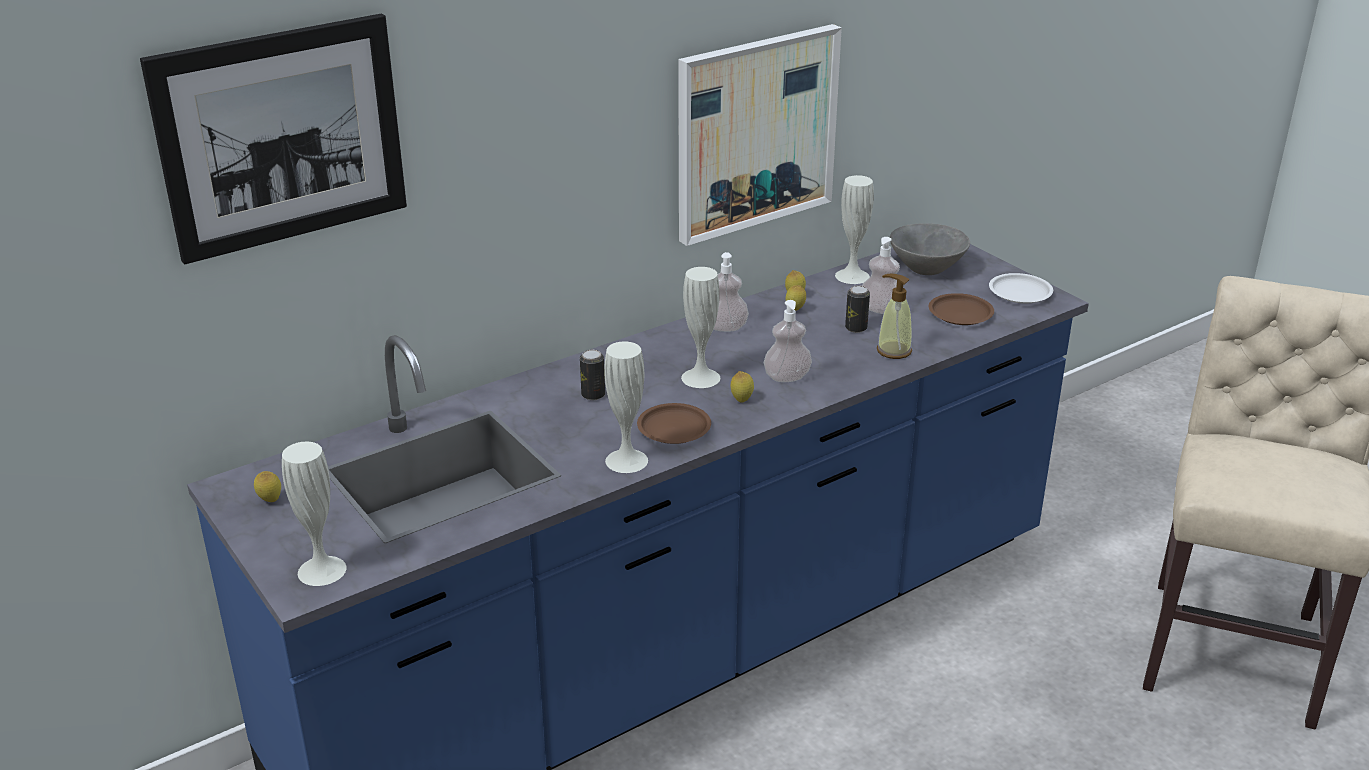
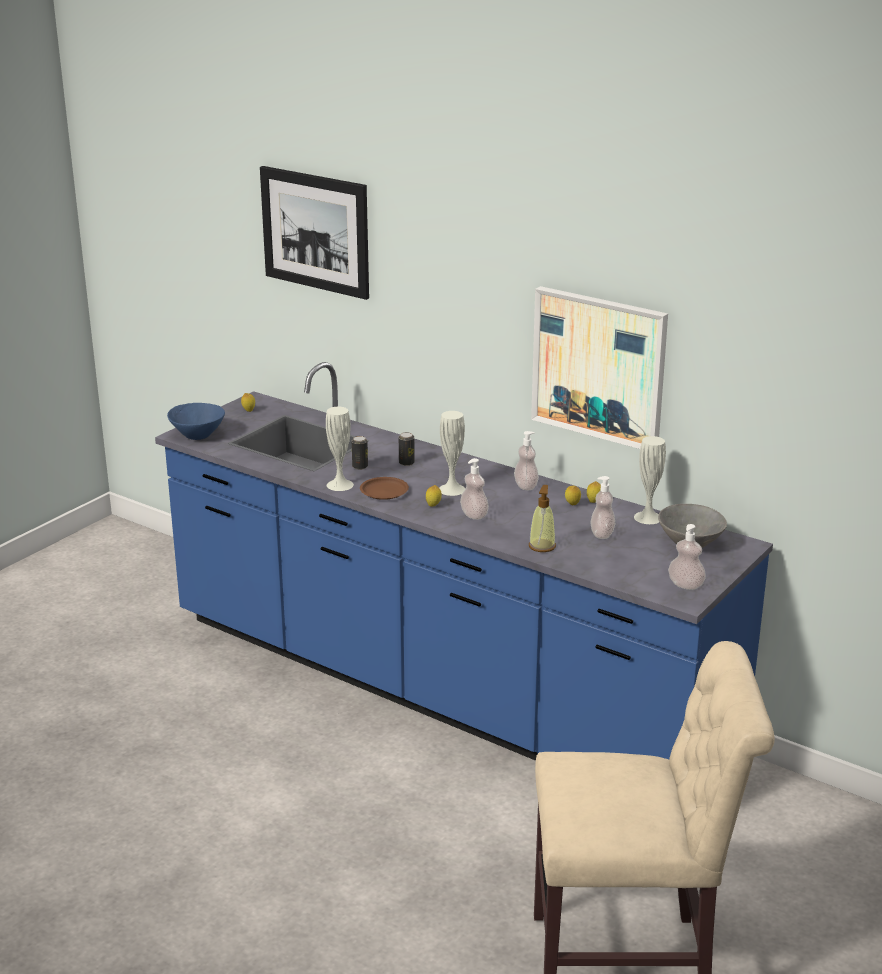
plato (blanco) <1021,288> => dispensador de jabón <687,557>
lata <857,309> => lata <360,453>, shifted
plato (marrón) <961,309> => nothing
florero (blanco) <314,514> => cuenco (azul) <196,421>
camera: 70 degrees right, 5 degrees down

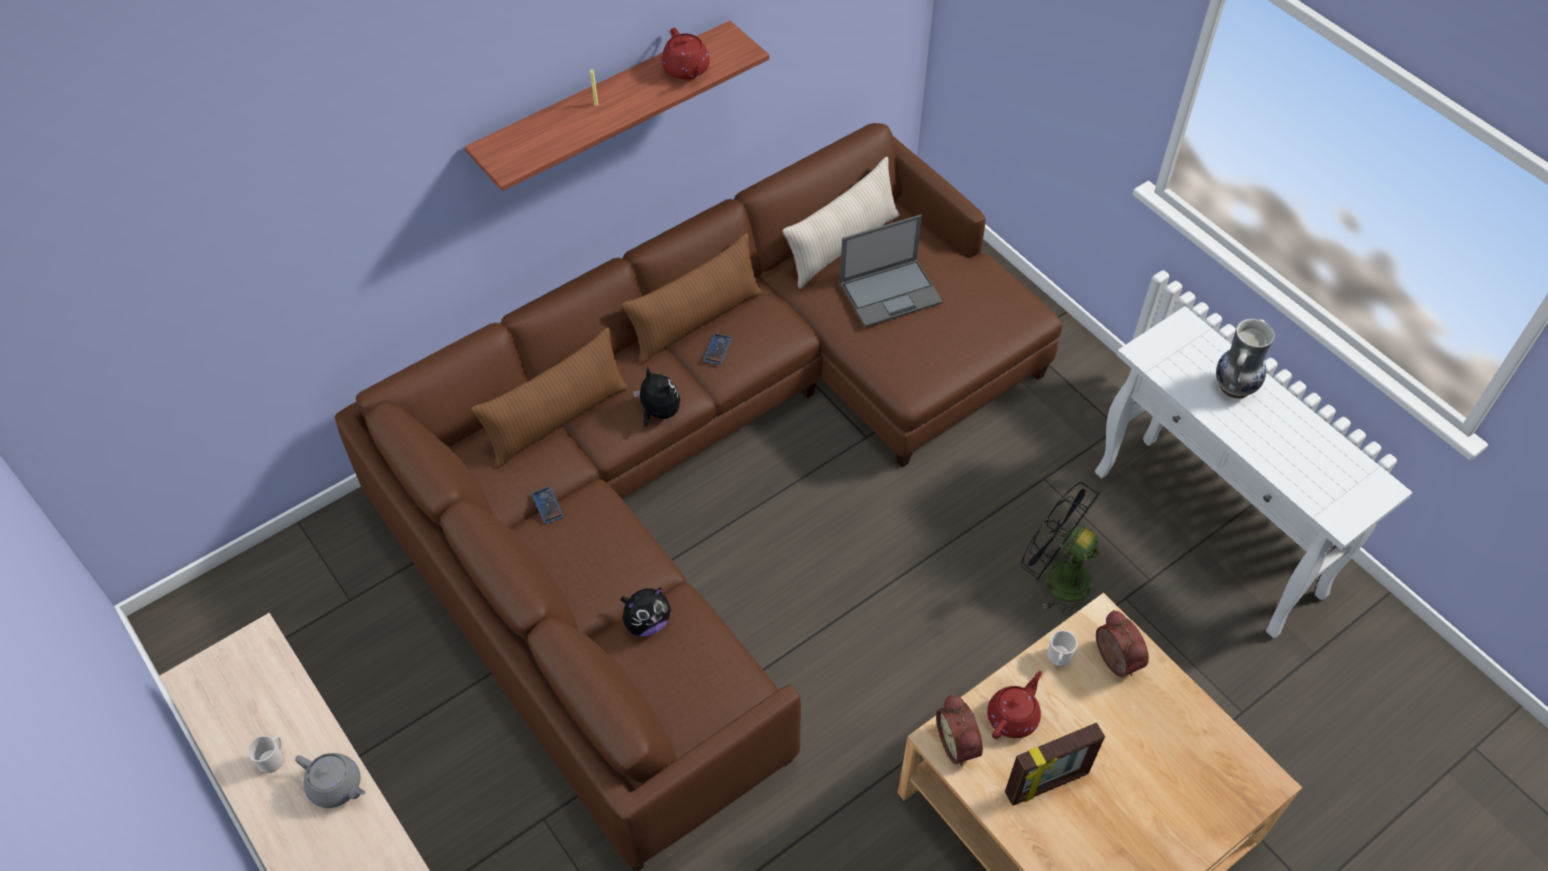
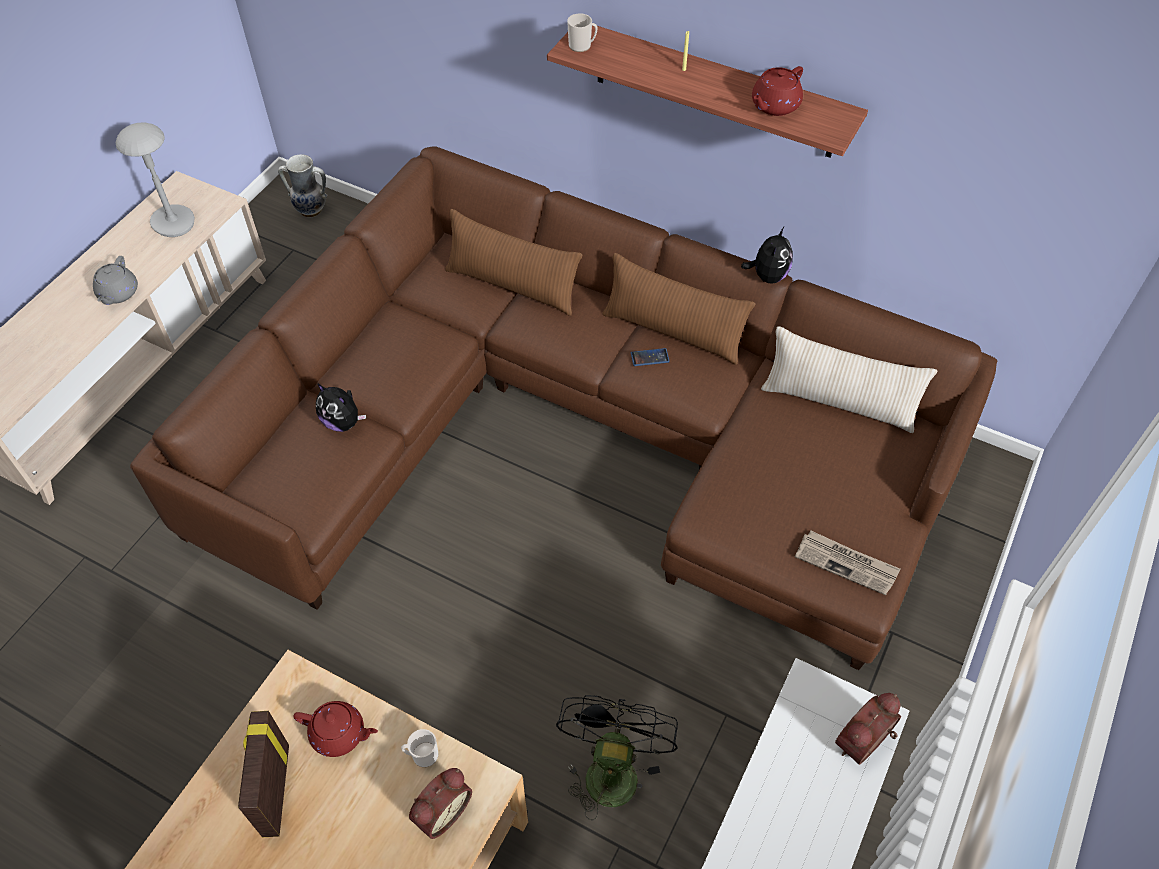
portátil <891,270> => nothing
florero <1245,358> => florero <302,185>, shifted
peluche <656,396> => peluche <767,255>, shifted
móvil <548,505> => nothing
despertador <959,730> => despertador <868,729>, shifted
portarretratos <1055,764> => portarretratos <263,774>, 45 degrees clockwise
taza grande <265,754> => taza grande <582,32>, shifted
nothing => lámpara de mesa (gris) <155,179>
nothing => periódico <847,563>
camera: 65 degrees right, 0 degrees up

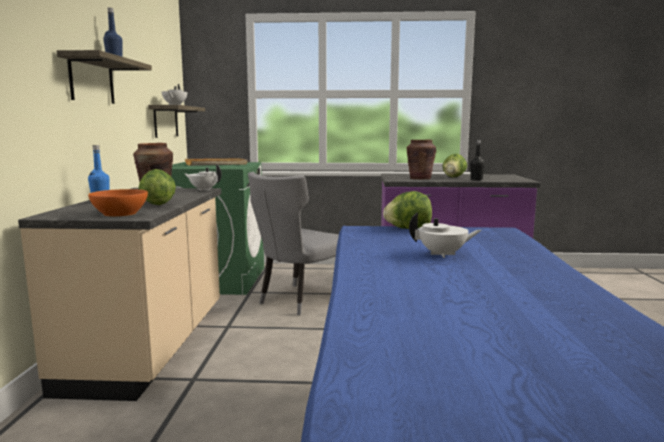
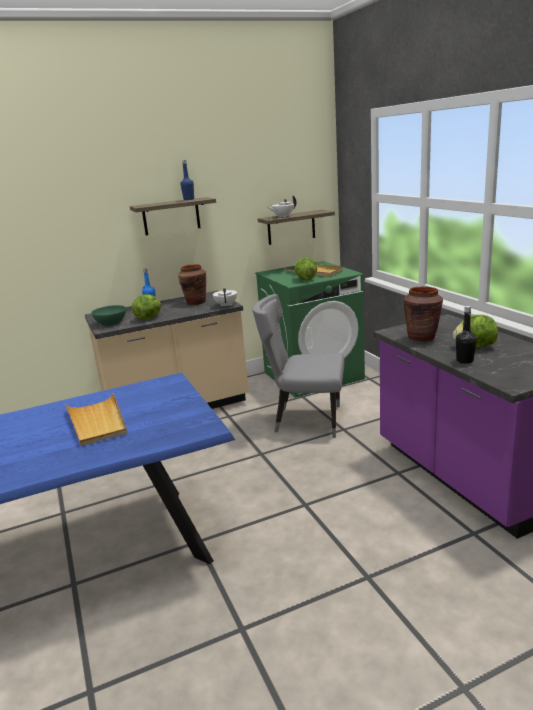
cuenco (naranja) <118,203> => cuenco (verde) <108,315>
lechuga <407,210> => lechuga <305,268>, shifted
tetera (blanco) <445,235> => bandeja (beis) <96,419>
camera: 65 degrees right, 10 degrees up

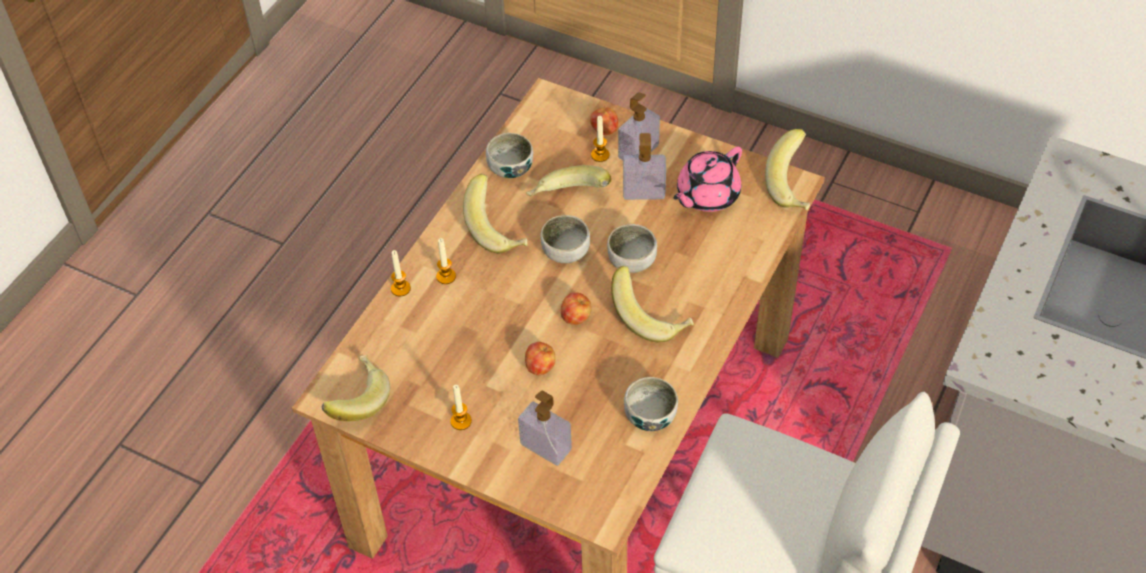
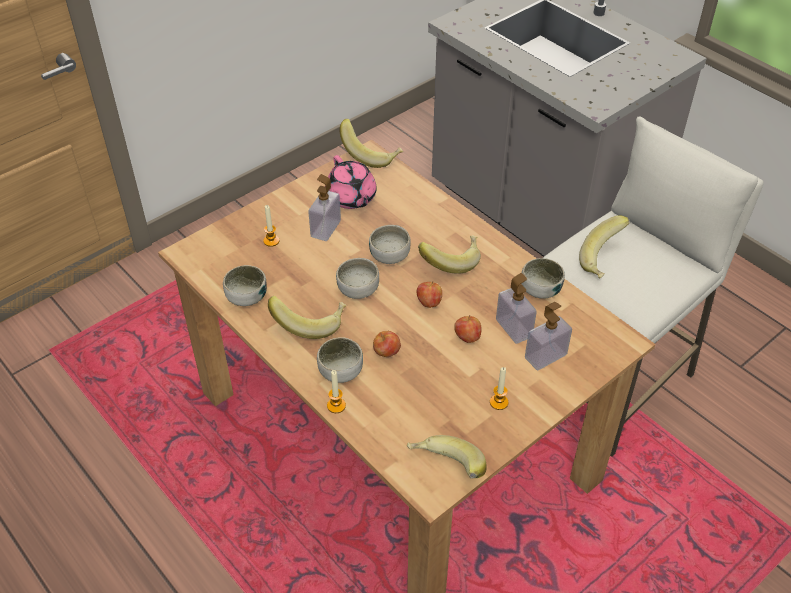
dispensador de jabón <639,126> => dispensador de jabón <516,308>, shifted
manzana <604,120> => manzana <387,344>, shifted
plátano <569,180> => plátano <604,246>, shifted
vela <446,261> => cuenco <340,360>
camera: 70 degrees left, 5 degrees down

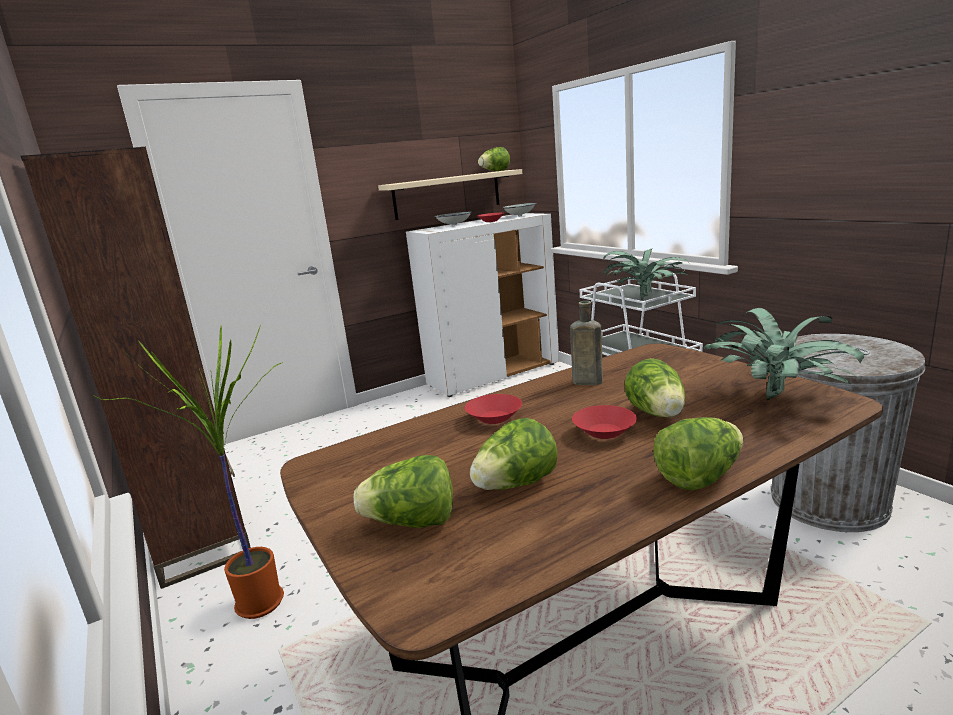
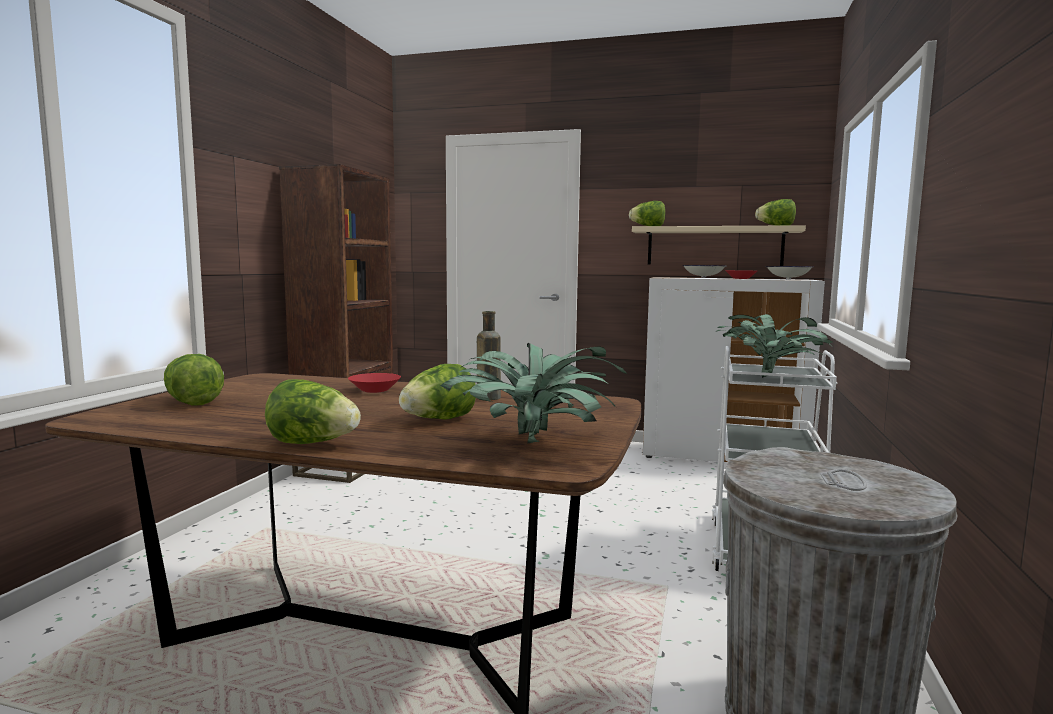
planta en maceta <188,471> => nothing
cuenco (rojo) <604,422> => nothing
lechuga <514,454> => lechuga <647,213>, shifted
camera: 45 degrees right, 10 degrees down

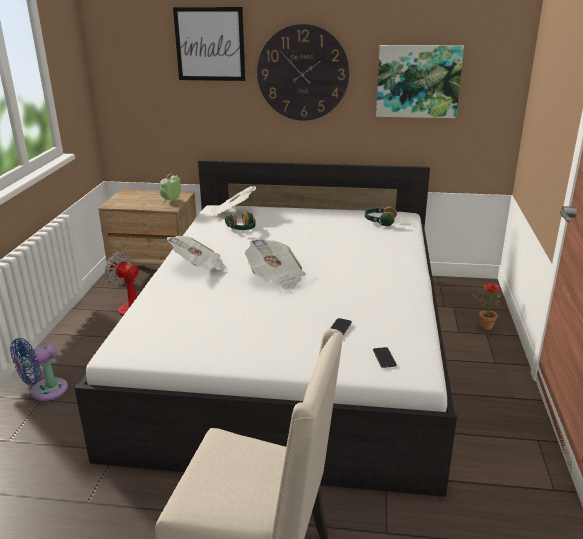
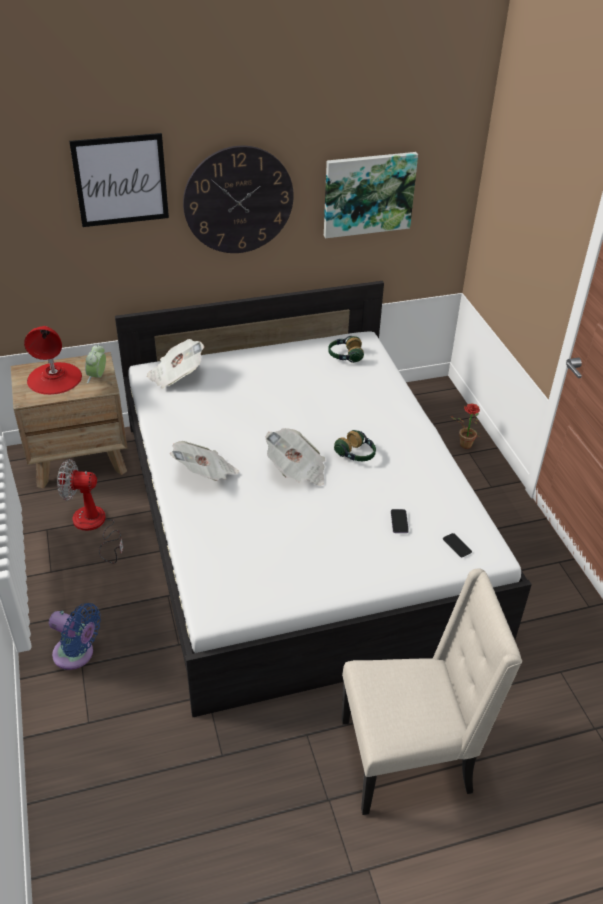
auriculares <240,221> => auriculares <355,445>, shifted
ventilador (azul) <39,369> => ventilador (azul) <75,636>, 90 degrees counterclockwise
nothing => lámpara de mesa (rojo) <53,360>
camera: 25 degrees left, 15 degrees up

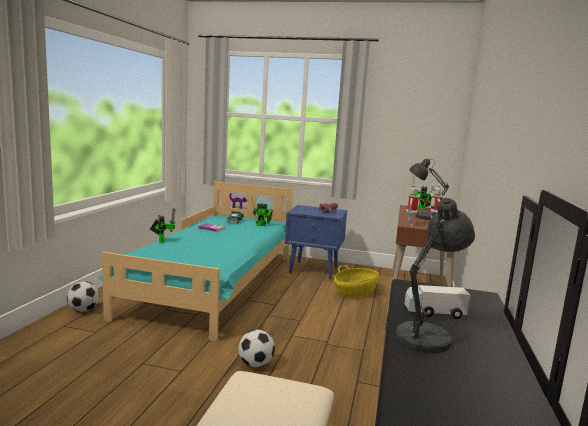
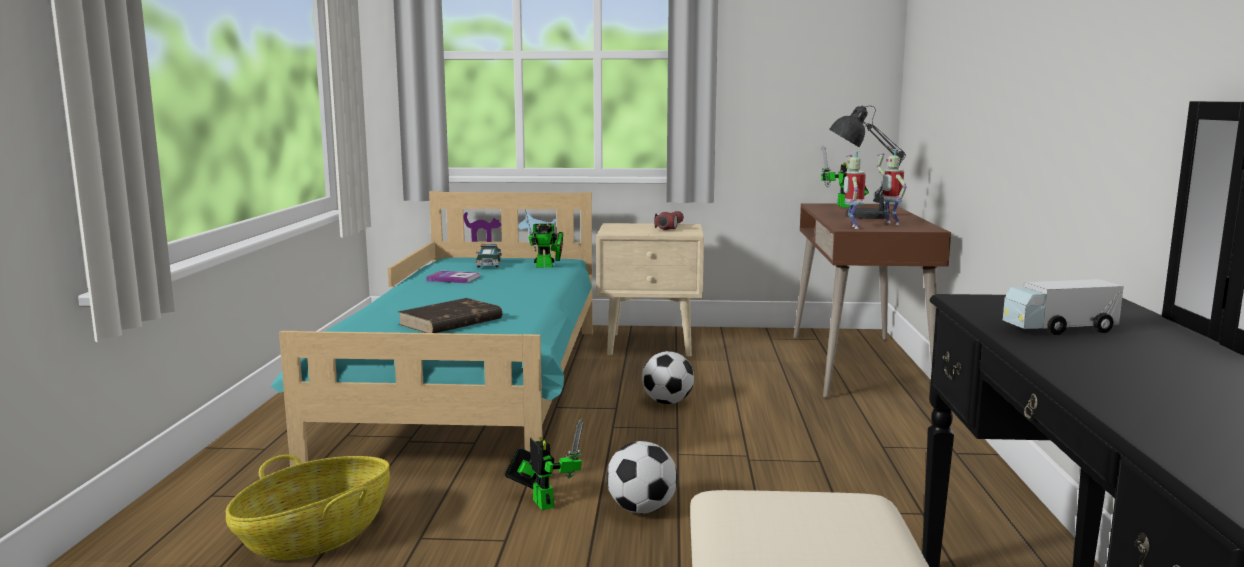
lámpara de mesa (gris) <435,280> => nothing
mesita de noche (azul) <316,242> => mesita de noche (beis) <650,289>
robot de juguete <163,225> => robot de juguete <544,464>, shifted
cesta <356,281> => cesta <308,507>, shifted
balón de fútbol <83,296> => balón de fútbol <668,377>, shifted
nothing => libro (marrón) <450,315>
camera: 10 degrees left, 0 degrees up

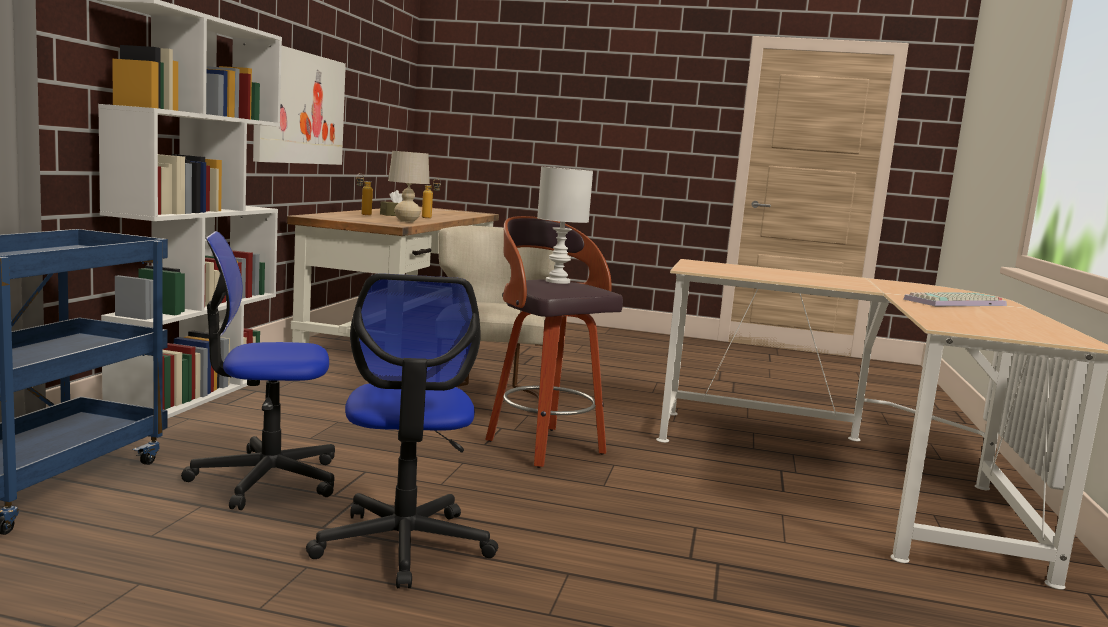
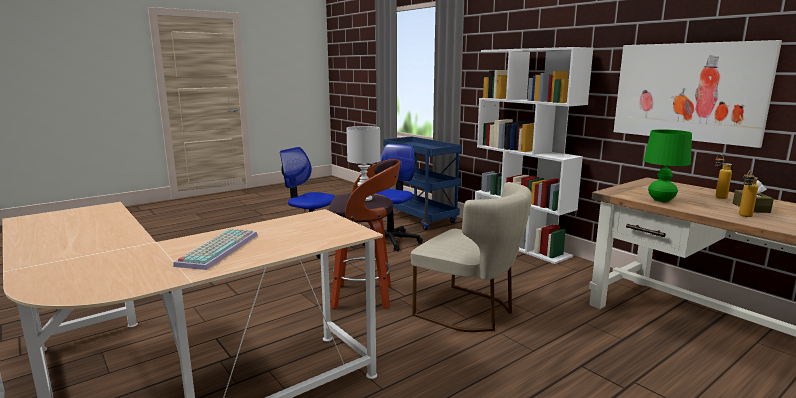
lámpara de mesa (beis) <409,186> => lámpara de mesa (verde) <668,165>
teclado <955,299> => teclado <215,249>, shifted
camera: 130 degrees right, 5 degrees up

